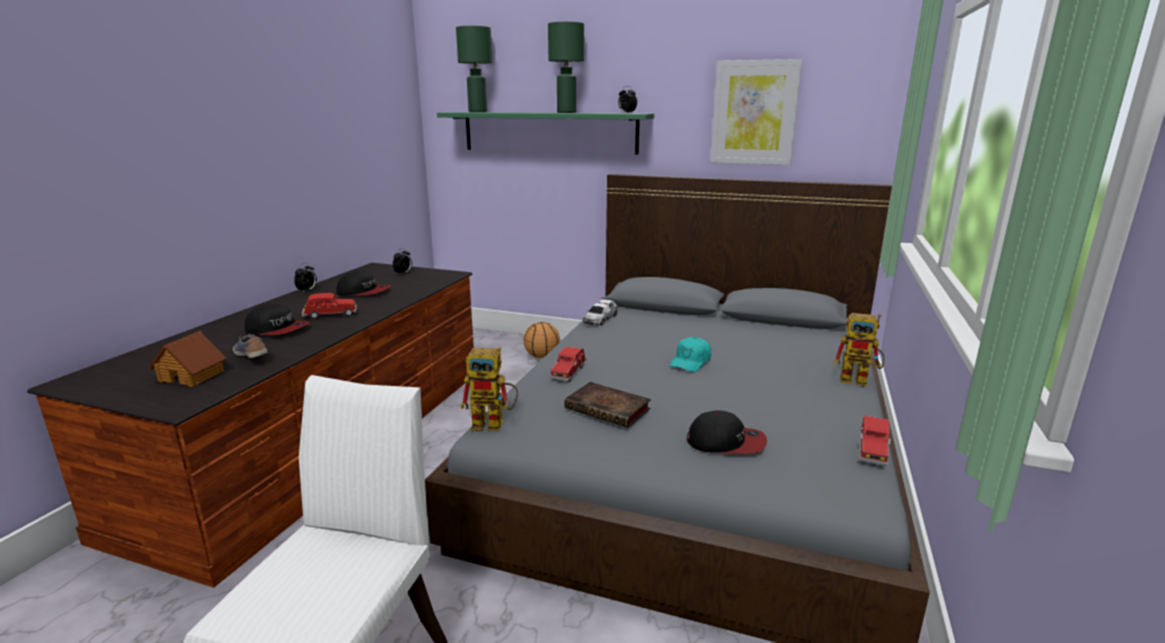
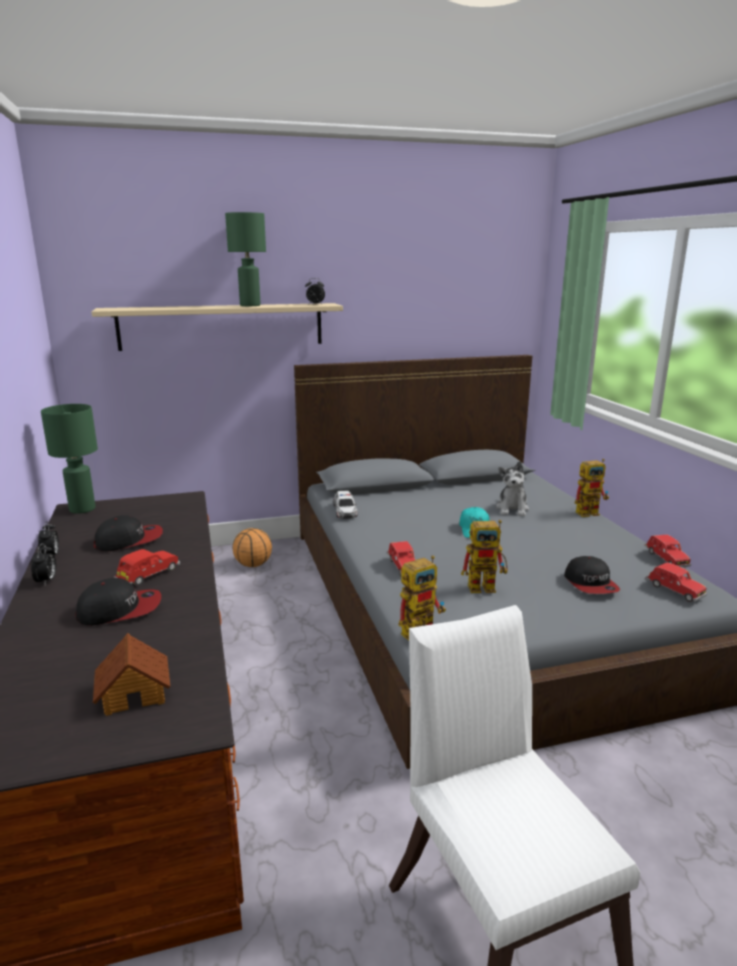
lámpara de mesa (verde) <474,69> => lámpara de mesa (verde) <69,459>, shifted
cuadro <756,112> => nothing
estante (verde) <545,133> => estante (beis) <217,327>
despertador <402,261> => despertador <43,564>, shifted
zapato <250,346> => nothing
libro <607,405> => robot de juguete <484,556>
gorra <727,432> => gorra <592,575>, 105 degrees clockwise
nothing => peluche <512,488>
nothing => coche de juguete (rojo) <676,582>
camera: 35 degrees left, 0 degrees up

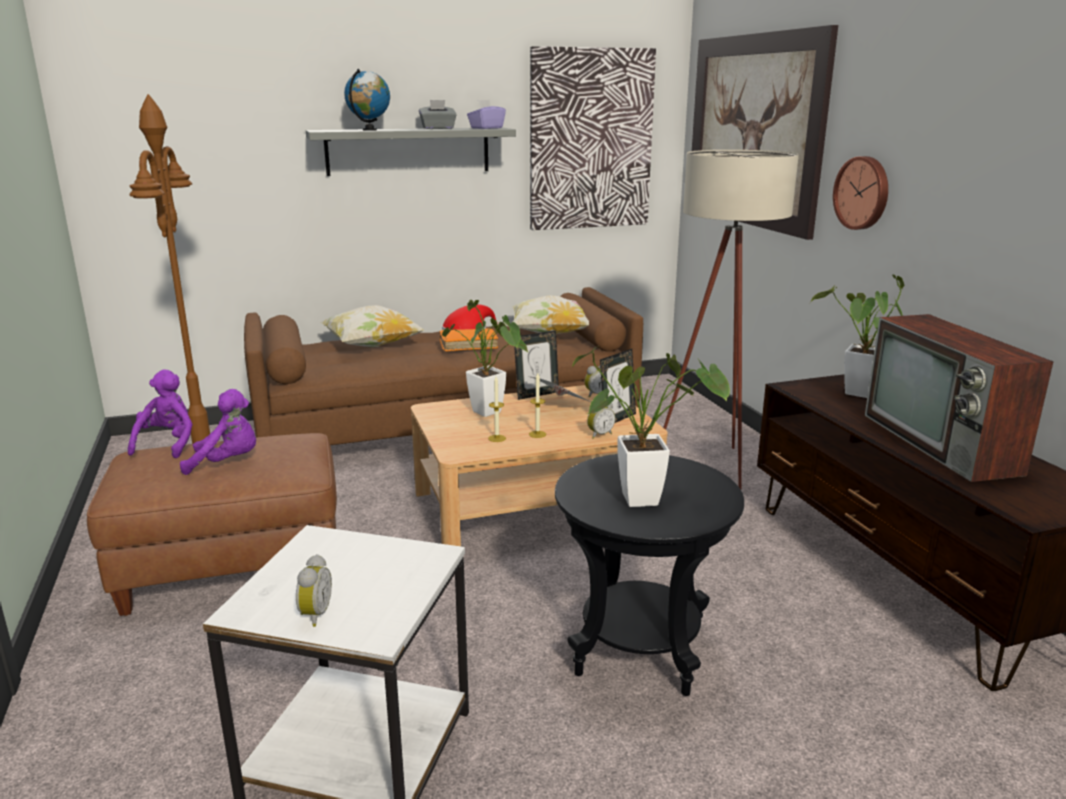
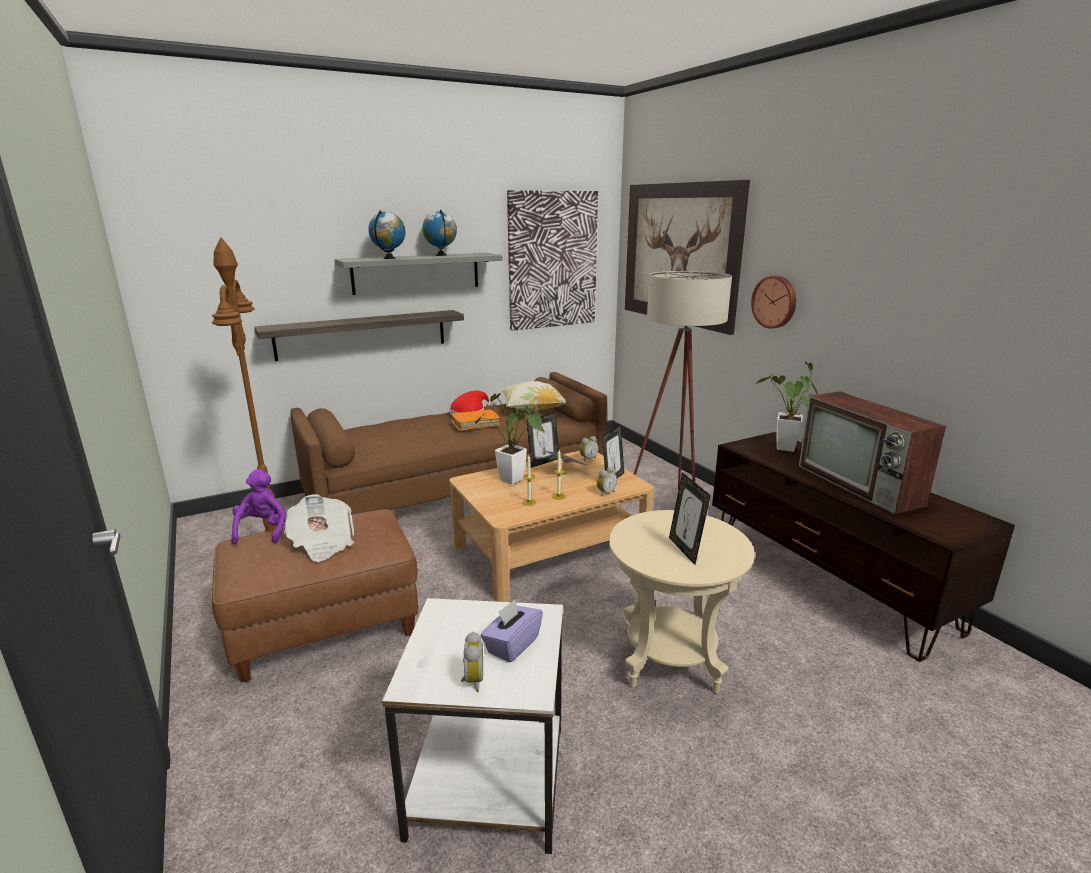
caja de pañuelos (gris) <437,114> => globo terráqueo <439,233>
caja de pañuelos (morado) <486,114> => caja de pañuelos (morado) <512,631>, shifted
cojín <371,326> => nothing
planta en maceta <651,426> => portarretratos <690,518>
peluche (morado) <218,432> => periódico <319,528>
mesa auxiliar (negro) <649,575> => mesa auxiliar (beis) <682,602>
nothing => estante <359,335>
camera: 10 degrees left, 0 degrees up

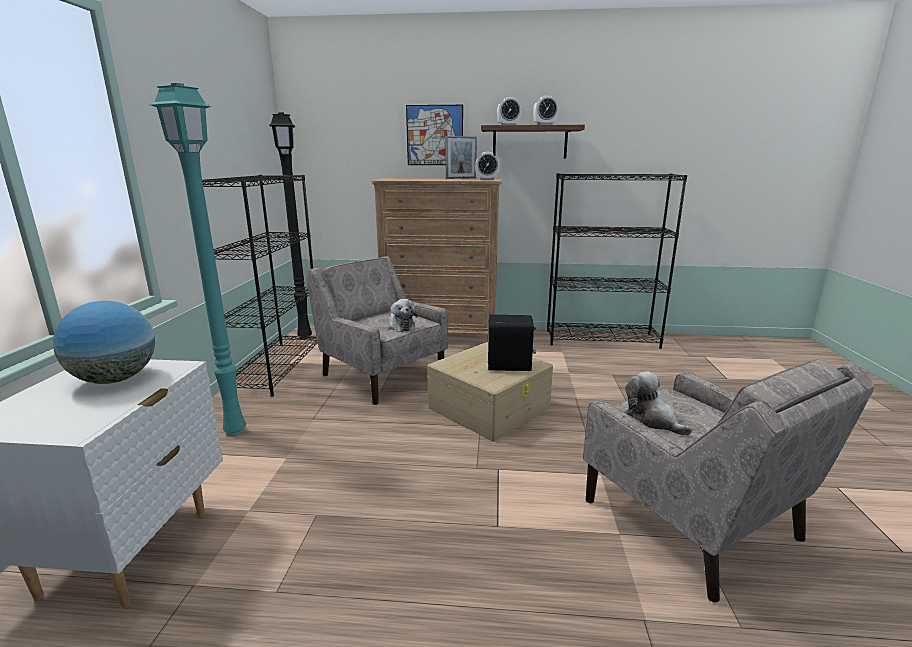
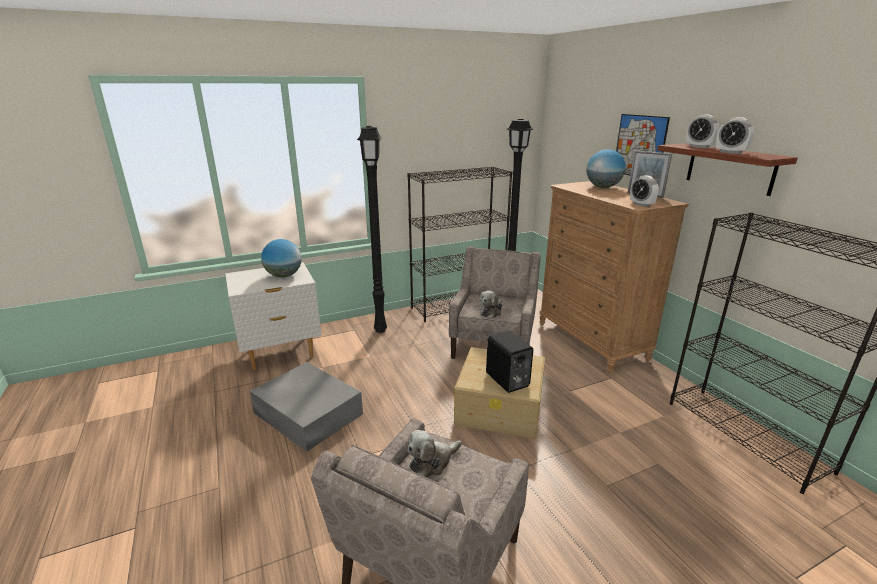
lámpara de pie (turquesa) <198,259> => lámpara de pie (negro) <372,229>
peluche <658,403> => peluche <434,453>, 150 degrees counterclockwise
nothing => globo terráqueo <606,168>
nothing => caja de almacenaje (gris) <306,407>
camera: 60 degrees right, 5 degrees up

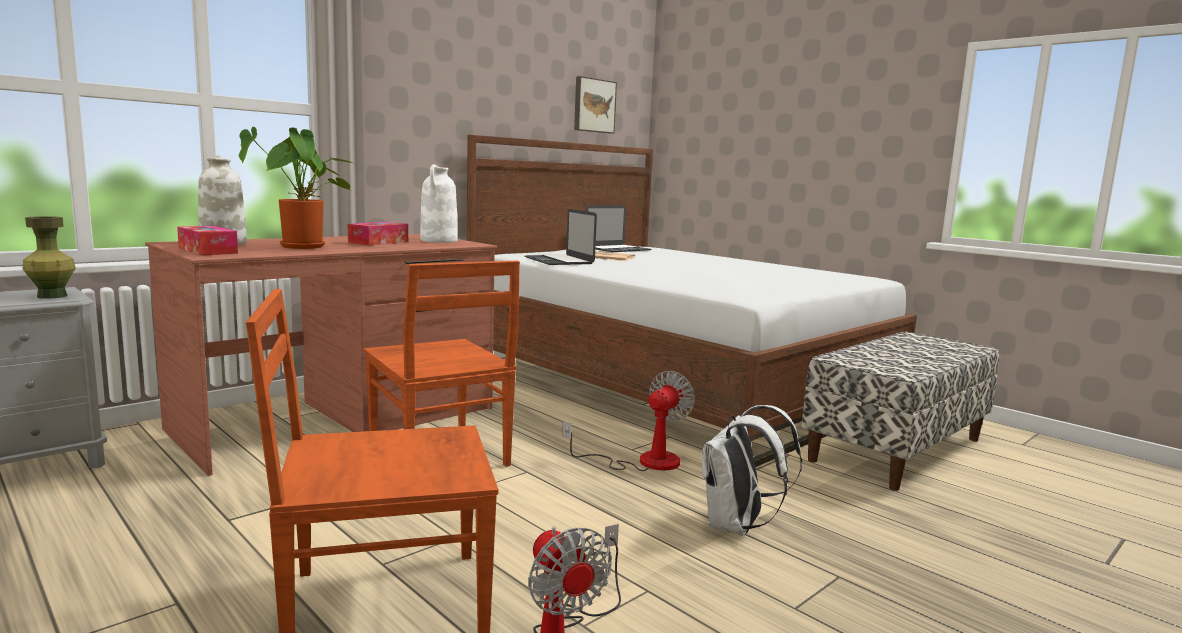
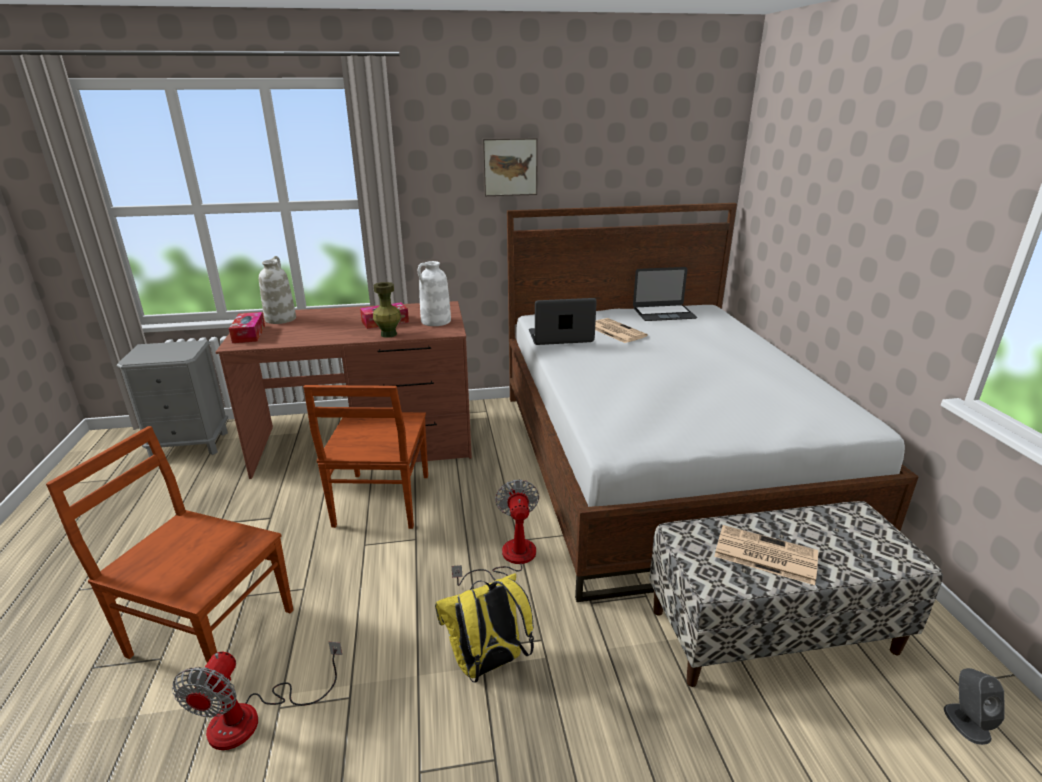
cuadro <595,104> => cuadro <510,167>, shifted
planta en maceta <297,188> => nothing
portátil <561,237> => portátil <563,321>, 75 degrees clockwise
florero (verde) <49,257> => florero (verde) <387,310>, shifted
ventilador <628,421> => ventilador <495,532>, 75 degrees counterclockwise
mochila (blanco) <752,470> => mochila (amarillo) <484,627>
nothing => periódico <766,555>
nothing => altavoz (gris) <974,706>
camera: 35 degrees right, 15 degrees up

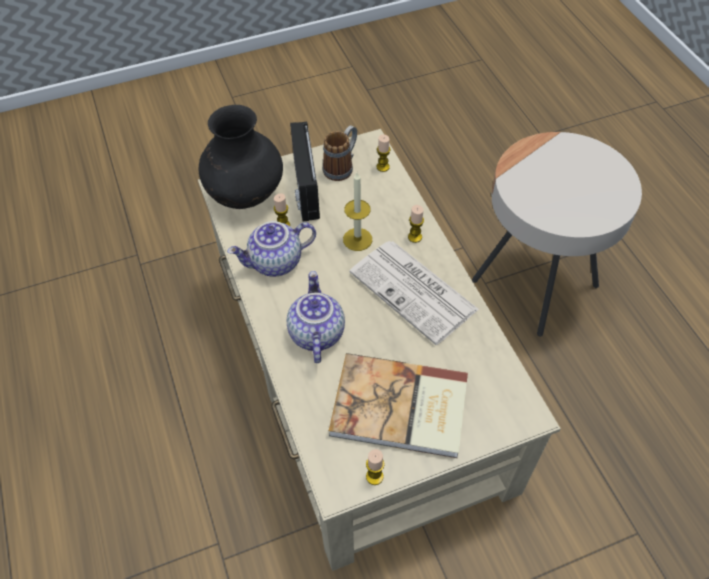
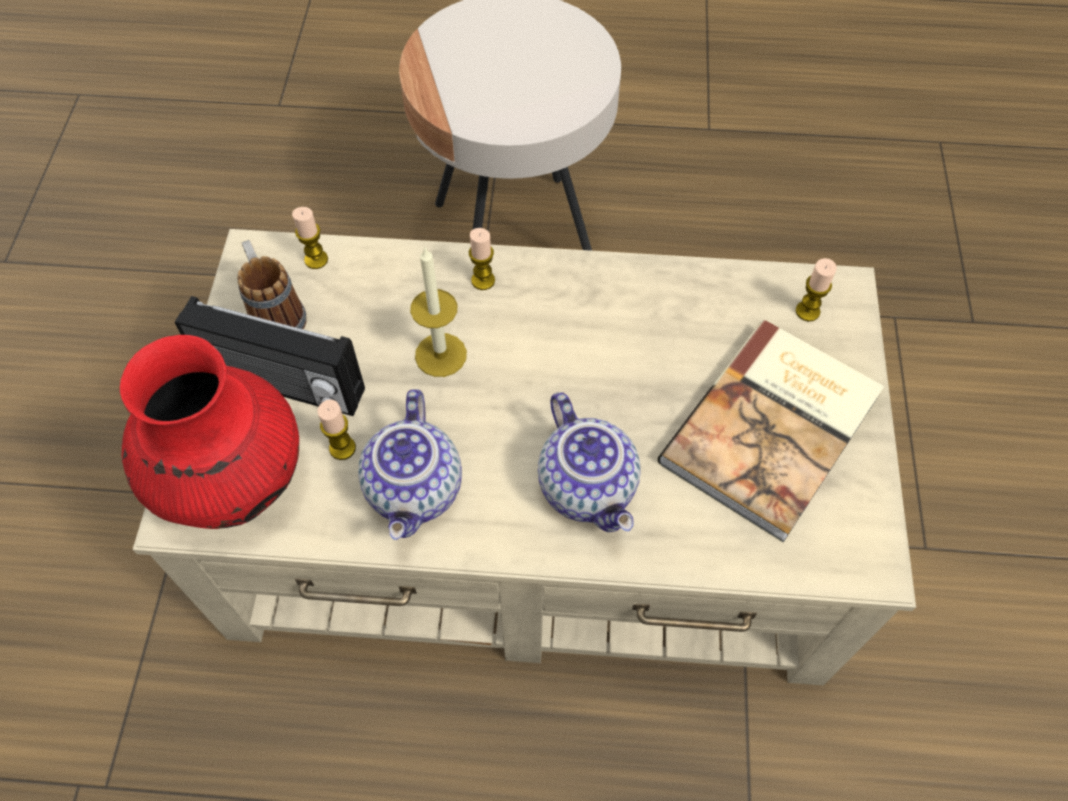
florero (negro) <241,157> => florero (rojo) <209,432>
periódico <414,293> => nothing
tetera <316,317> => tetera <589,462>, 135 degrees counterclockwise
vela <375,467> => vela <816,290>, shifted
camera: 65 degrees left, 5 degrees up

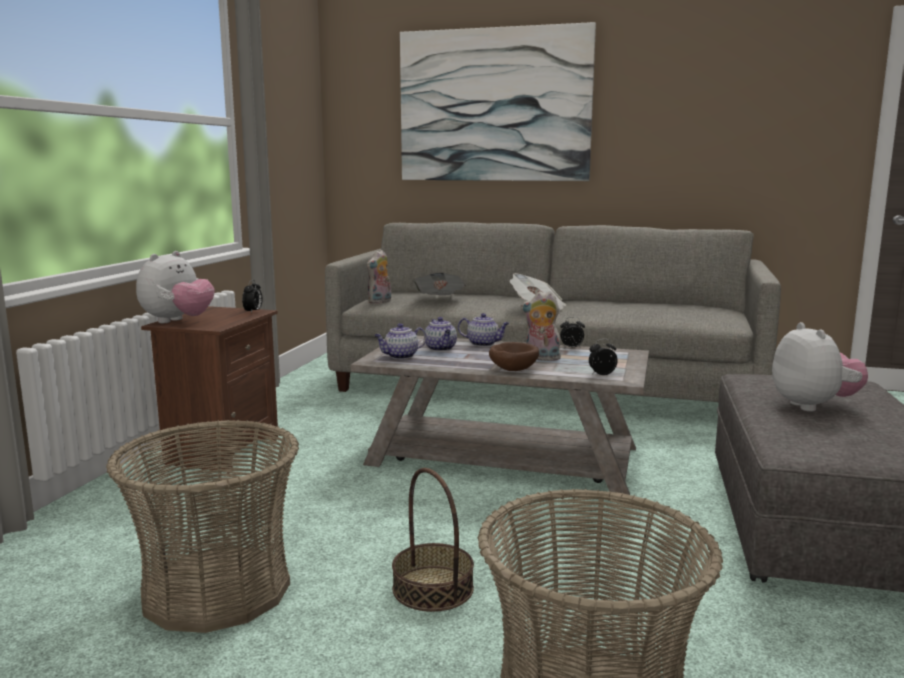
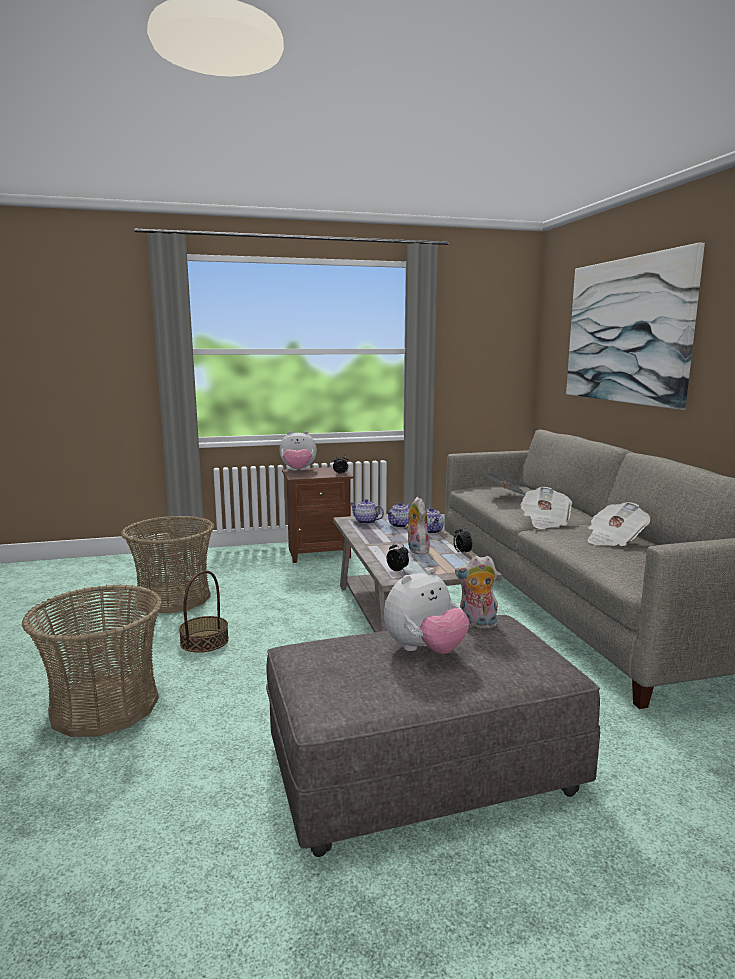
peluche <379,277> => peluche <476,592>, shifted
cuenco (marrón) <514,356> => nothing
nothing => periódico <618,524>
camera: 60 degrees right, 0 degrees up

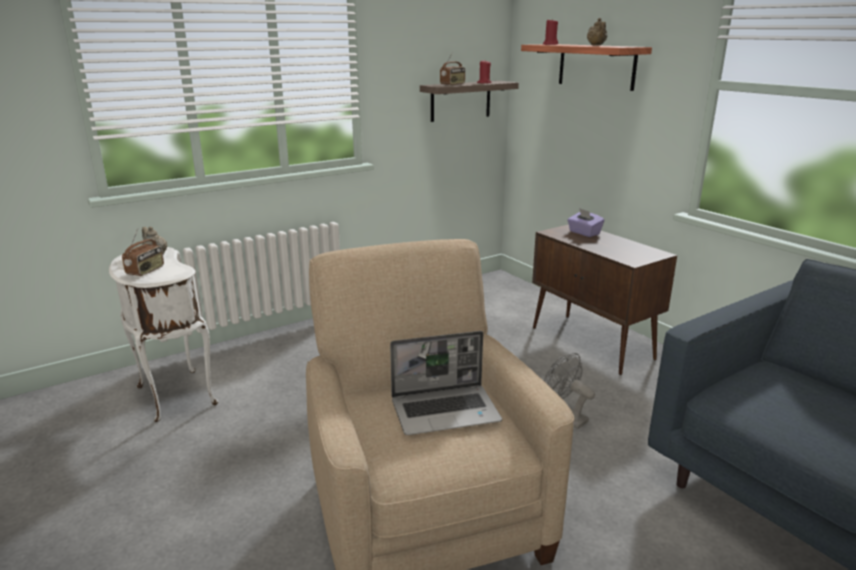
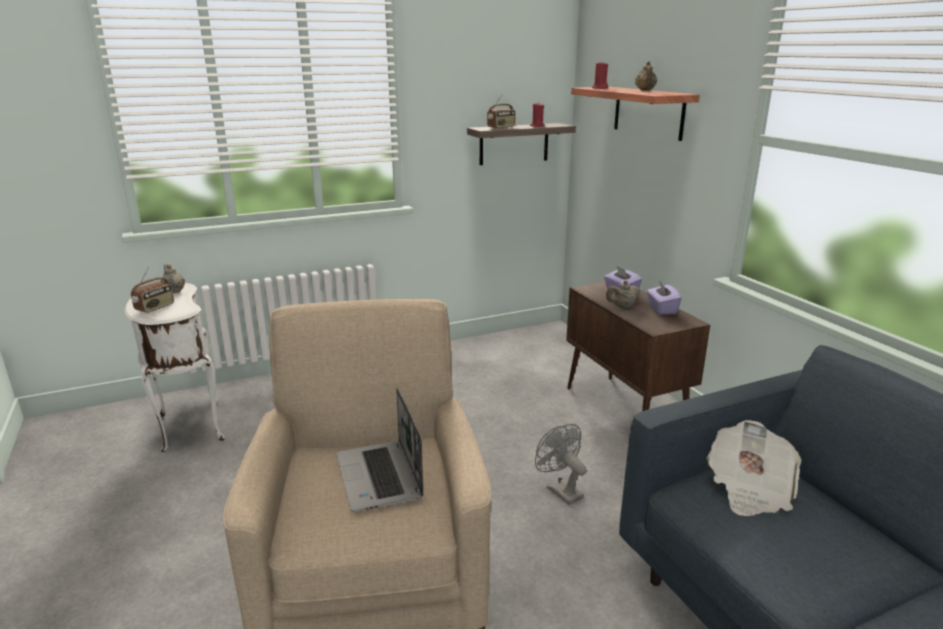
portátil <446,383> => portátil <380,450>, 75 degrees clockwise
nothing => tetera (beis) <623,294>
nothing => caja de pañuelos (morado) <664,298>
nothing => periódico <754,468>
camera: 10 degrees right, 0 degrees up

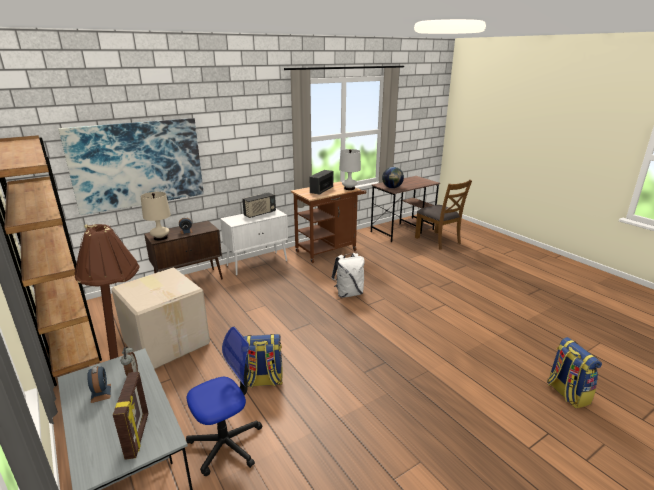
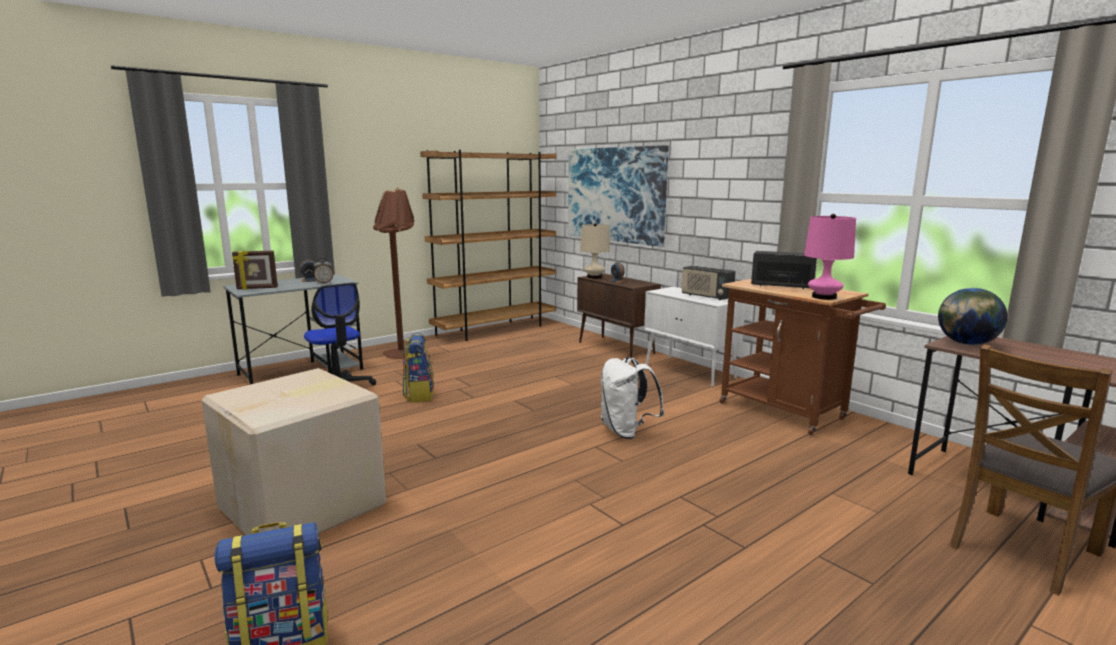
lámpara de mesa (blanco) <350,169> => lámpara de mesa (rosa) <830,257>
caja de cartón <160,318> => caja de cartón <293,451>, shifted
camera: 85 degrees right, 10 degrees down

